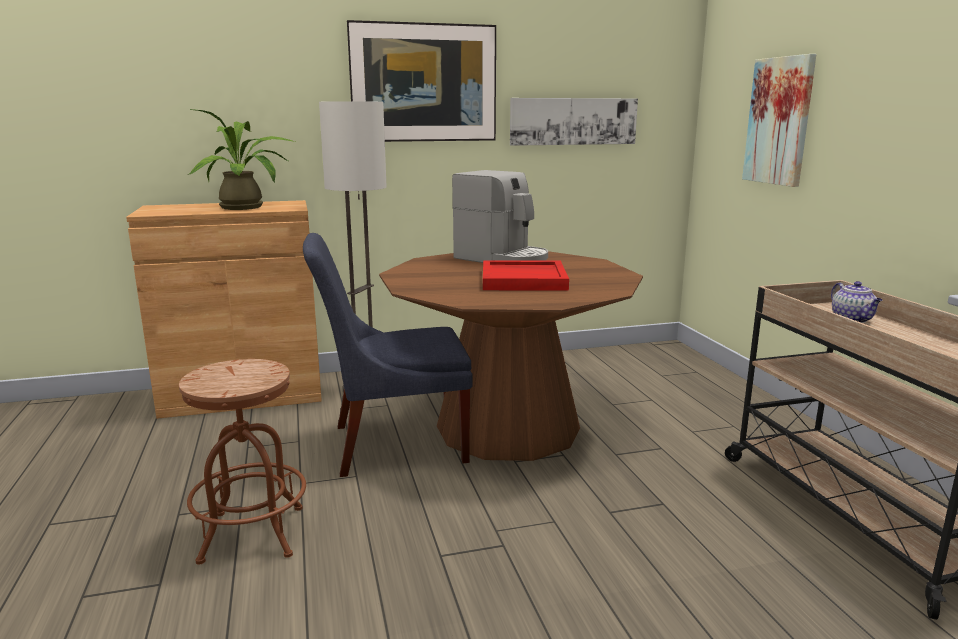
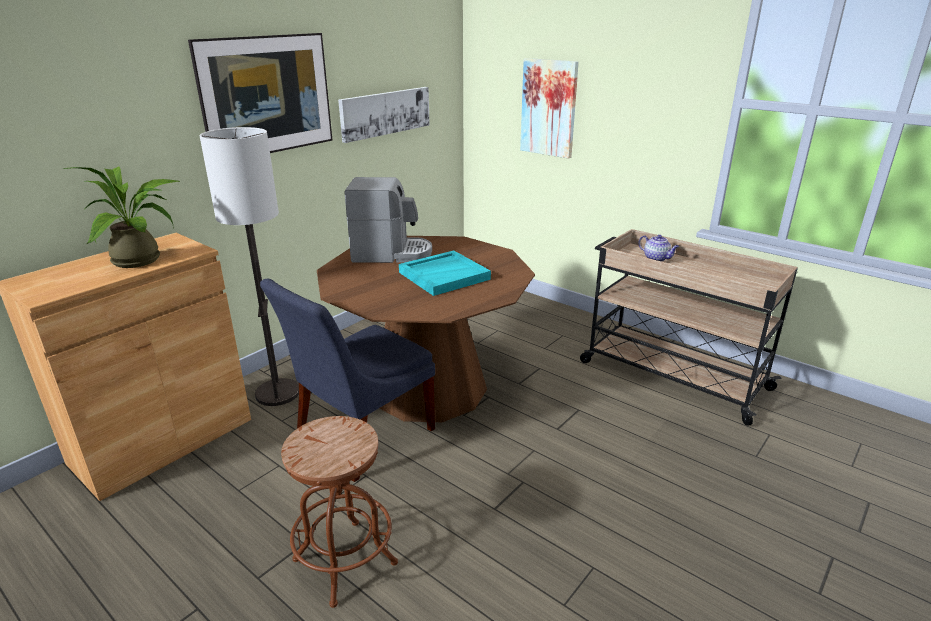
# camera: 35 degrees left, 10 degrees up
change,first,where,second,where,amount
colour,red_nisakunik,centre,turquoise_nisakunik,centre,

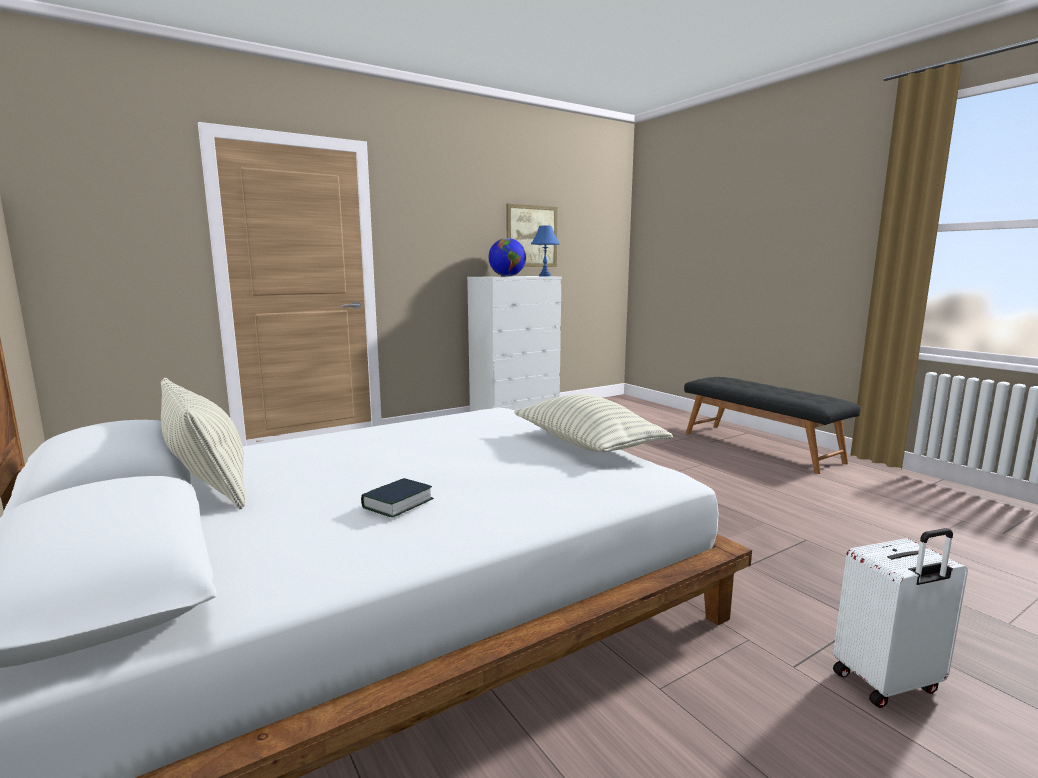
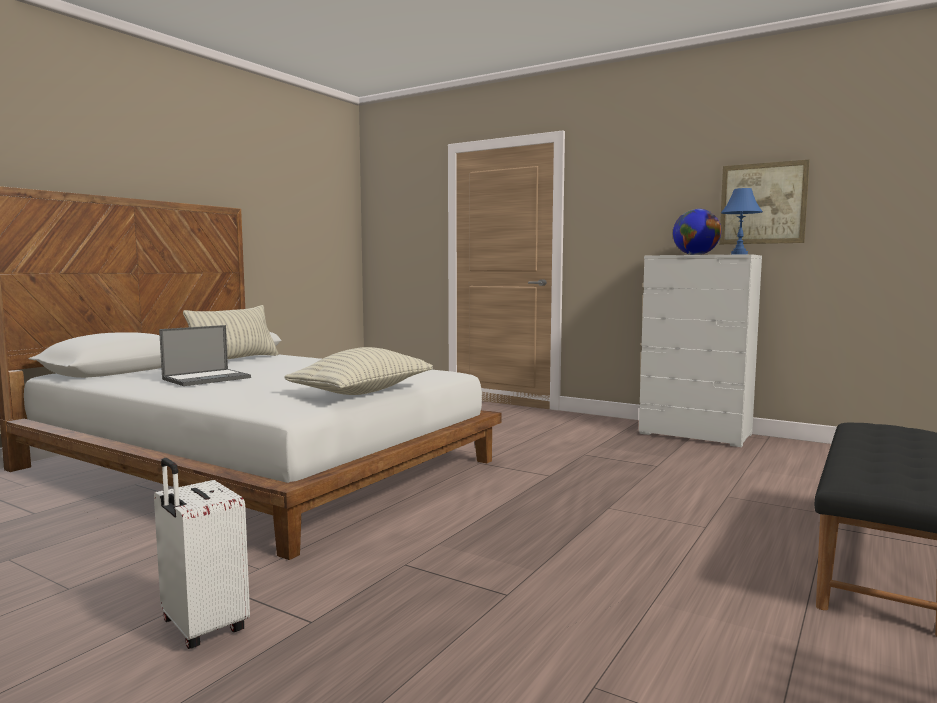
# camera: 65 degrees right, 5 degrees down
change,first,where,second,where,amount
exchanged,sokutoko,centre,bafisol,middle left,

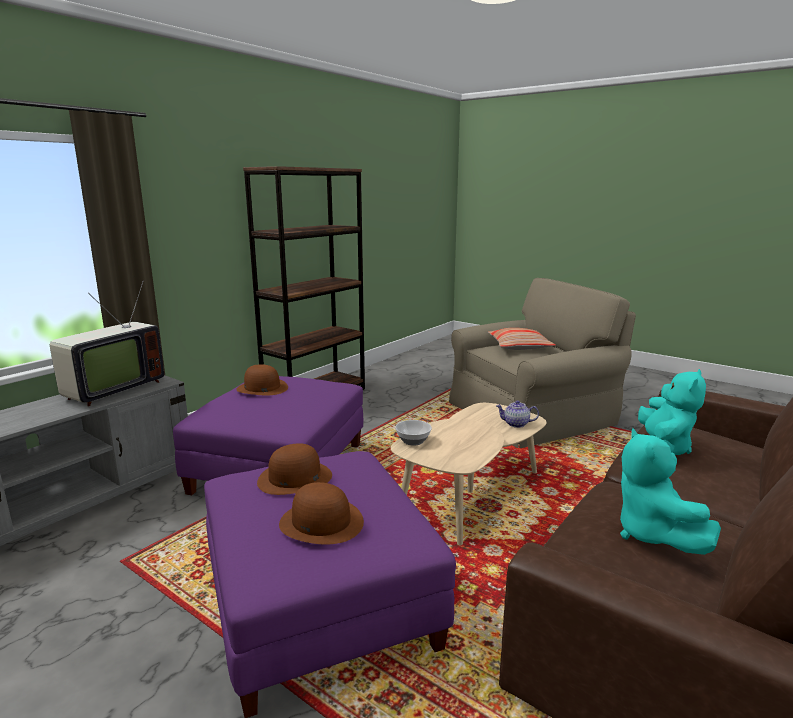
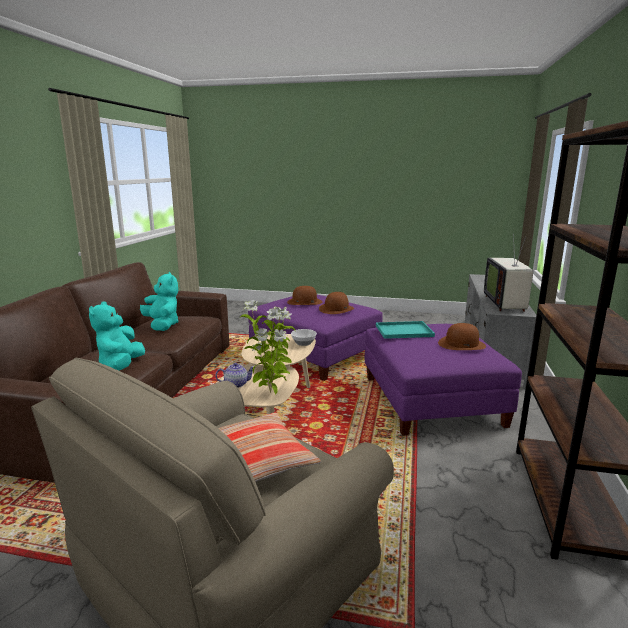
# camera: 155 degrees right, 0 degrees up
change,first,where,second,where,amount
appeared,,,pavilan,centre,
appeared,,,turquoise_nisakunik,centre,

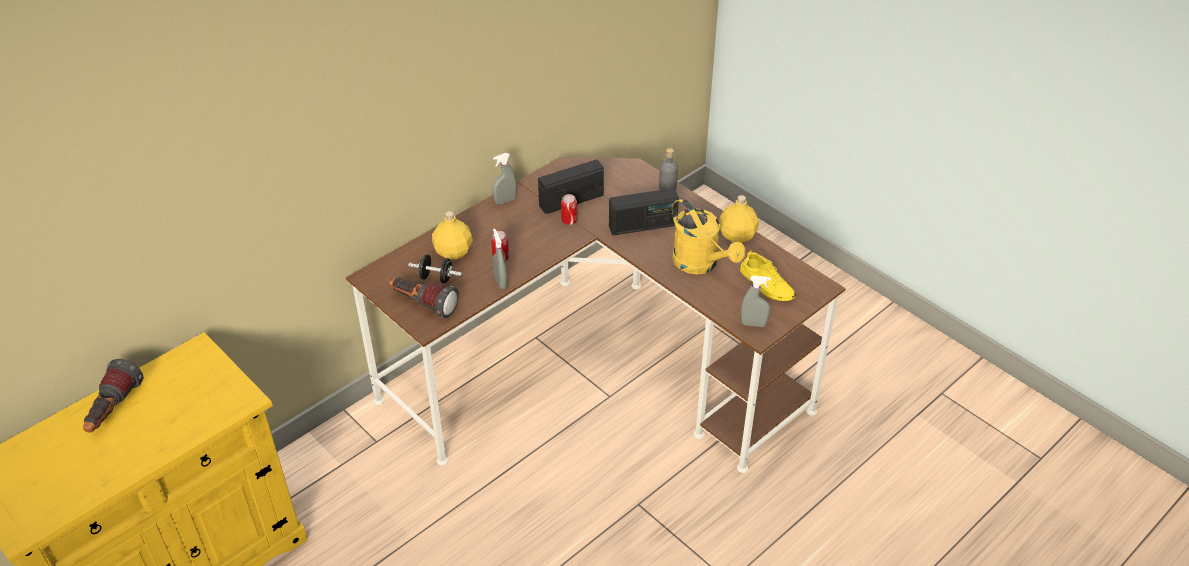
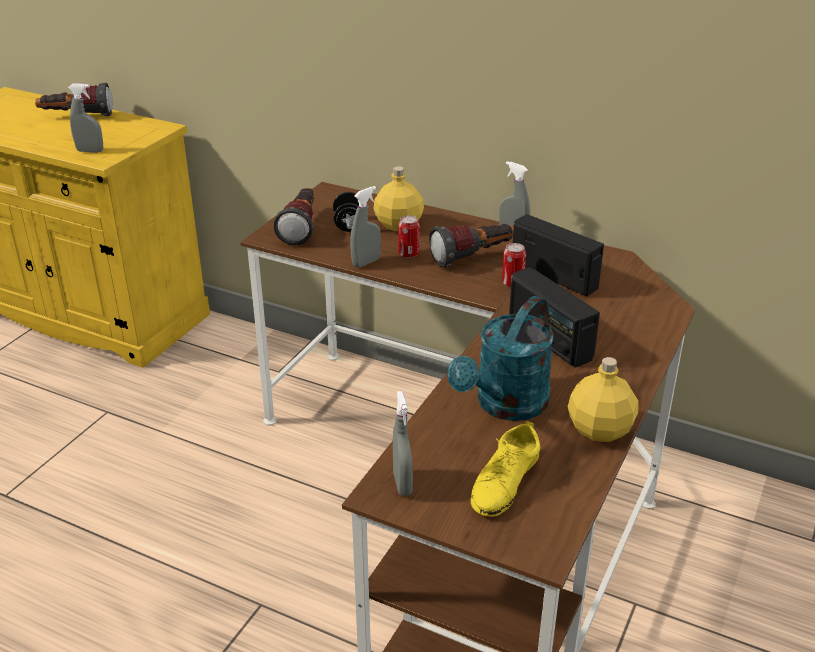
# camera: 70 degrees right, 10 degrees down
change,first,where,second,where,amount
missing,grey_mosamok,top centre,,,
colour,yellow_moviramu,centre,turquoise_moviramu,centre,
appeared,,,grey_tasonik (no. 1 from left),top left,
appeared,,,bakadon (no. 3 from left),centre,

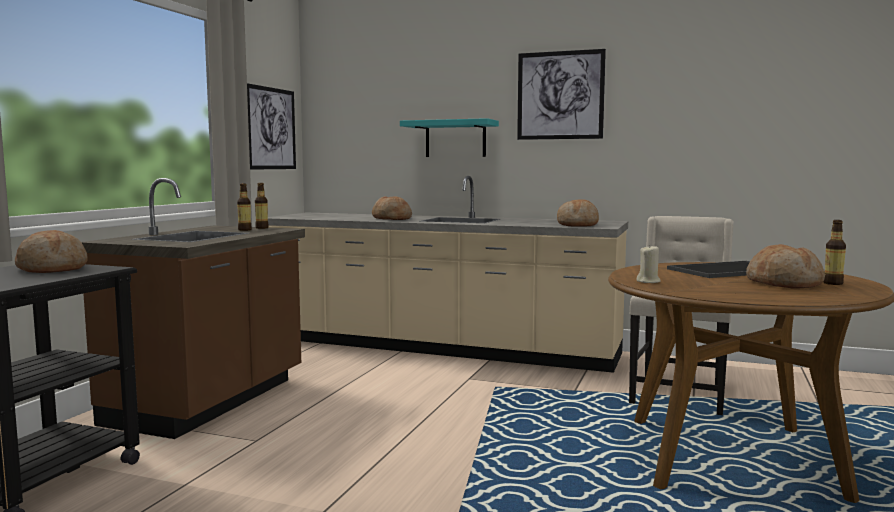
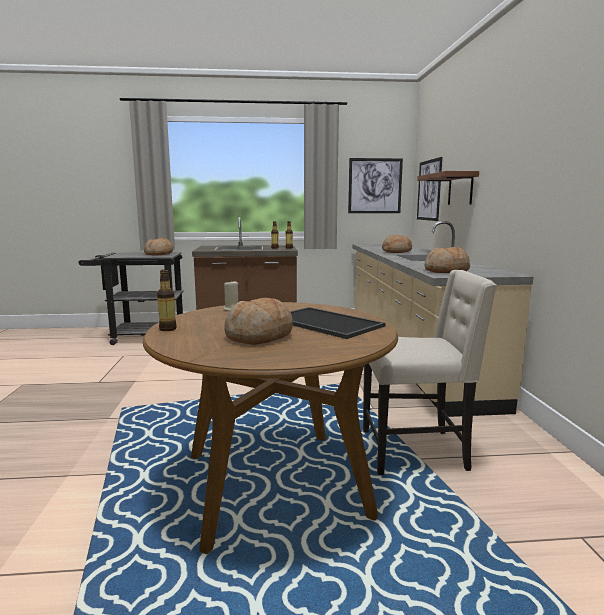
# camera: 65 degrees right, 5 degrees up
change,first,where,second,where,amount
relocated,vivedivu (no. 2 from left),top centre,,top right,
colour,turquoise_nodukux,top centre,brown_nodukux,top right,
relocated,mosamok (no. 3 from left in the first image),middle right,mosamok (no. 1 from left),middle left,

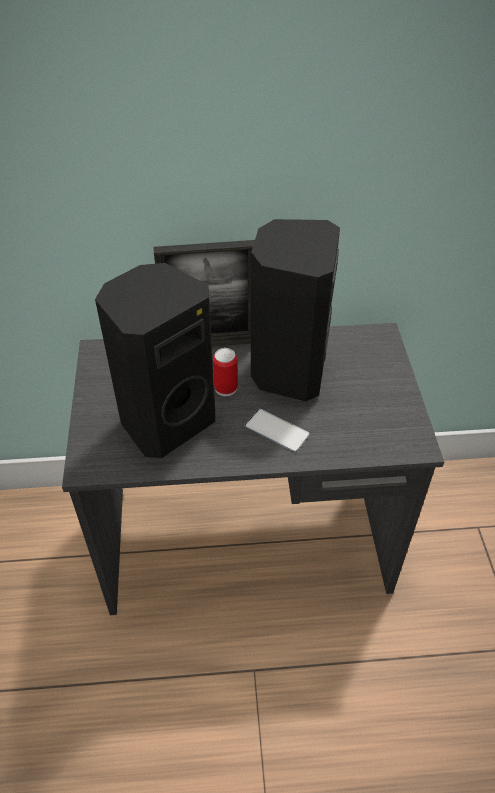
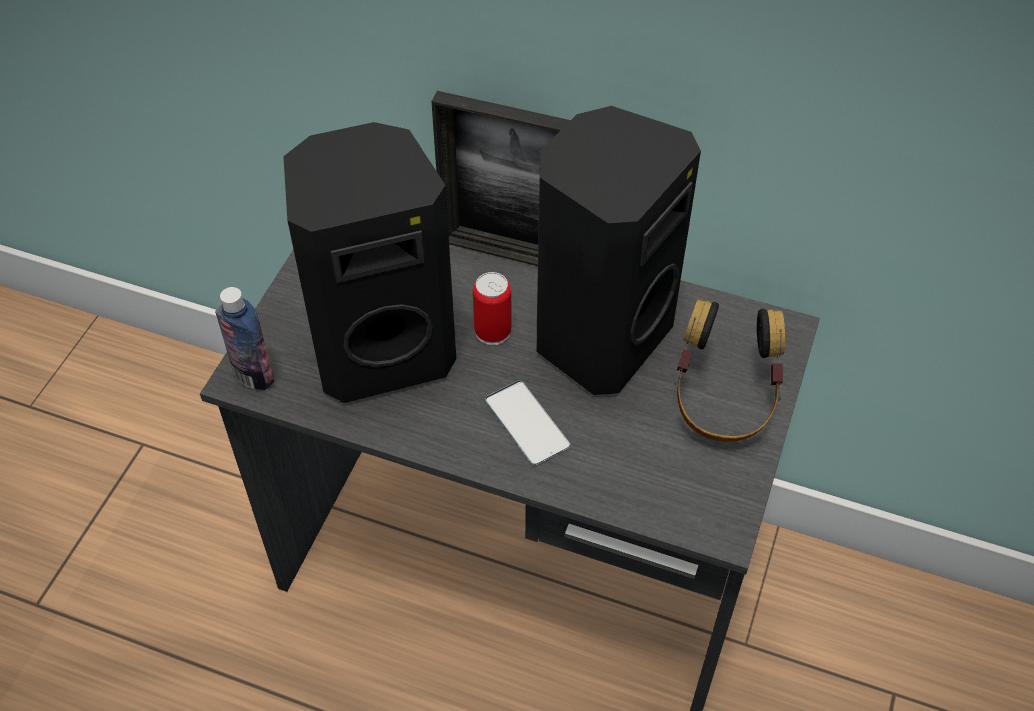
# camera: 25 degrees right, 5 degrees up
change,first,where,second,where,amount
appeared,,,mosamok,middle left,
appeared,,,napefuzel,middle right,

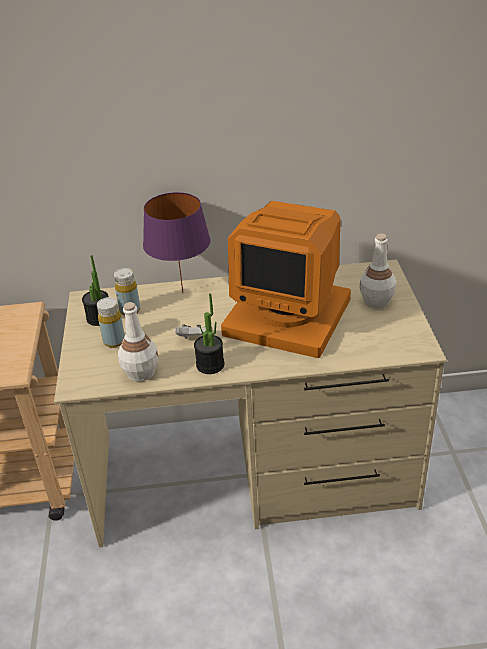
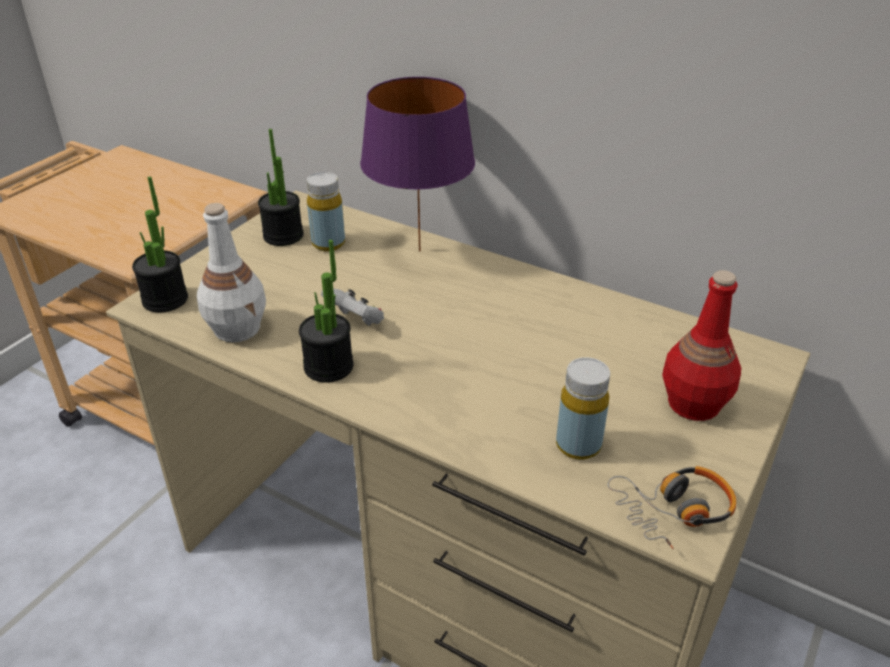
# camera: 35 degrees right, 0 degrees up
change,first,where,second,where,amount
missing,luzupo,centre,,,
colour,white_mosamok (no. 2 from left),middle right,red_mosamok,middle right,
relocated,yellow_mosamok (no. 1 from left in the first image),middle left,yellow_mosamok (no. 2 from left),centre,
appeared,,,pavilan (no. 1 from left),middle left,
appeared,,,napefuzel,bottom right,

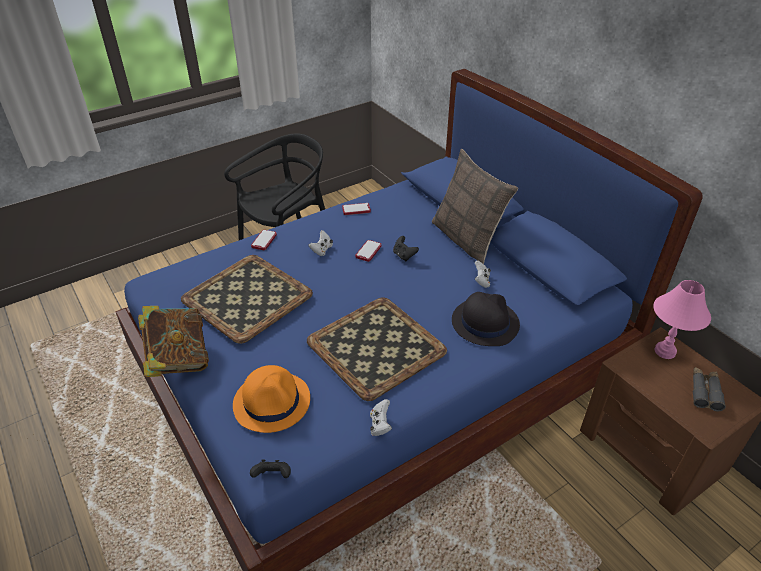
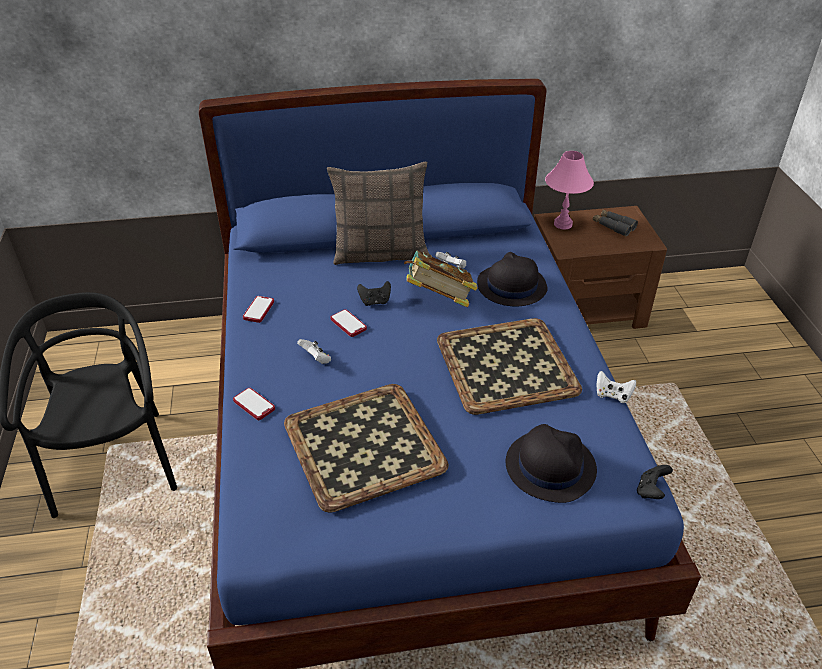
# camera: 65 degrees left, 0 degrees up
change,first,where,second,where,amount
relocated,sokutoko,middle left,,centre,
colour,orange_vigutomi,bottom centre,black_vigutomi (no. 2 from left),bottom right,

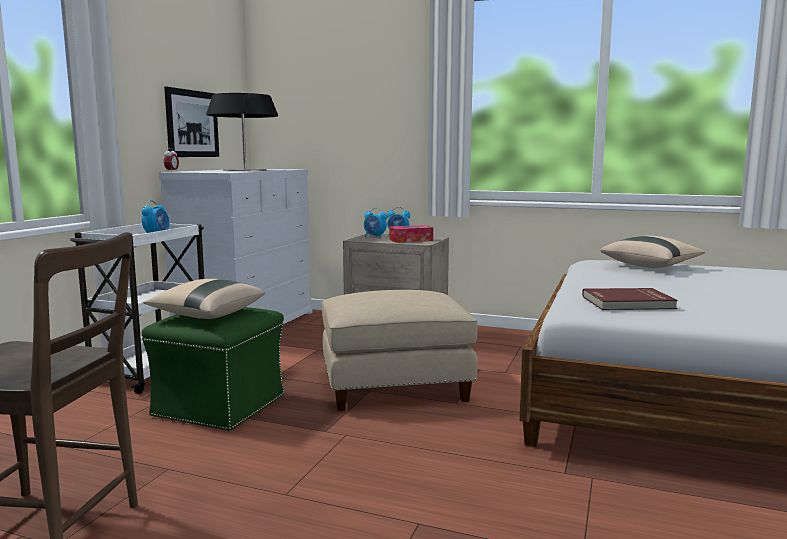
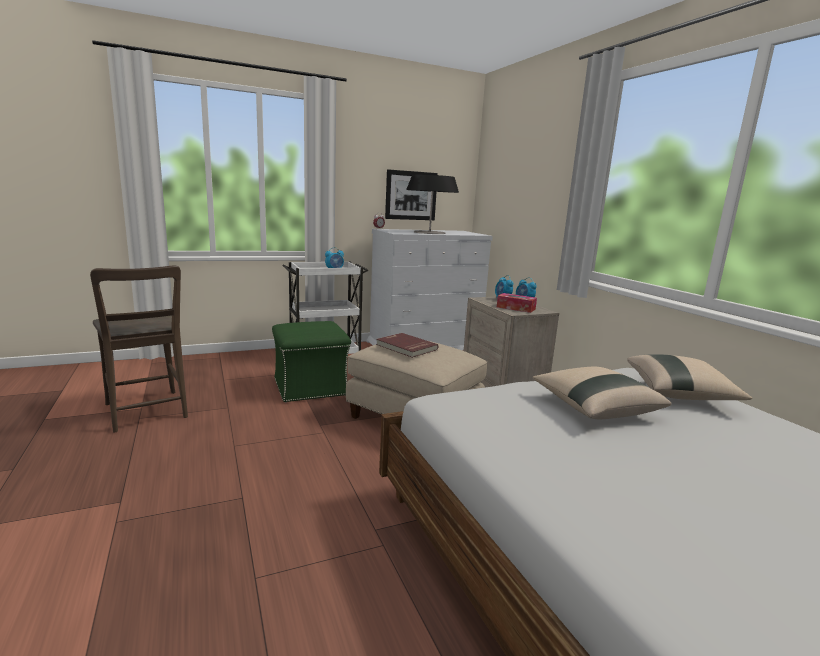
# camera: 45 degrees right, 5 degrees up
change,first,where,second,where,amount
relocated,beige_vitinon (no. 1 from left),middle left,,middle right,
relocated,red_sokutoko,middle right,,centre,

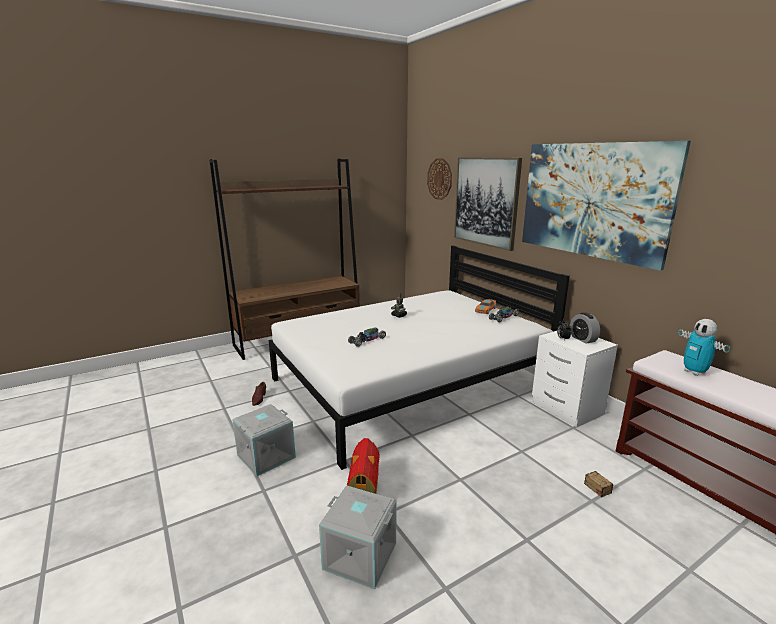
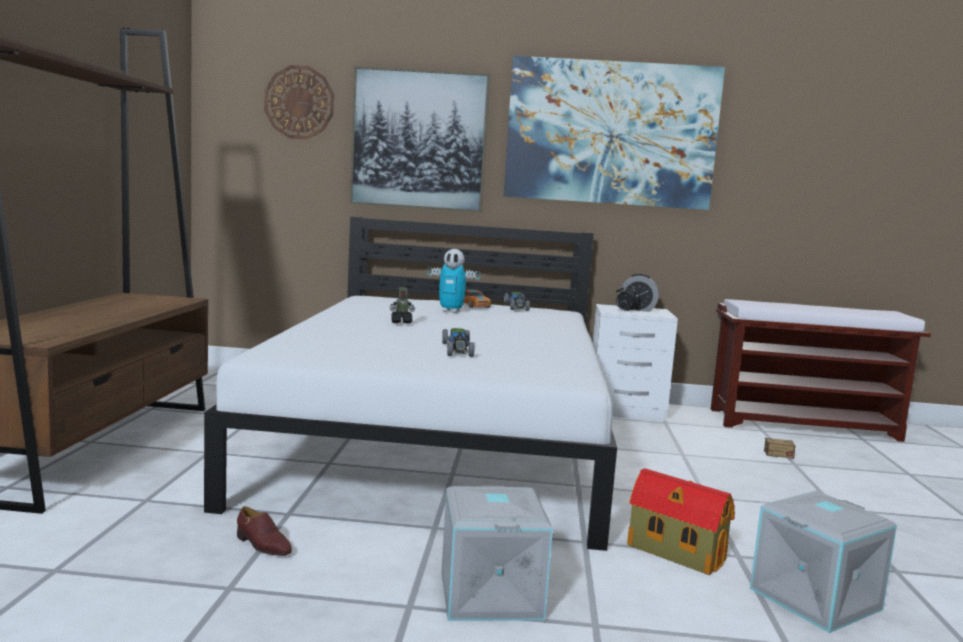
# camera: 55 degrees left, 10 degrees down
change,first,where,second,where,amount
relocated,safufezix (no. 2 from left),middle right,,centre,

